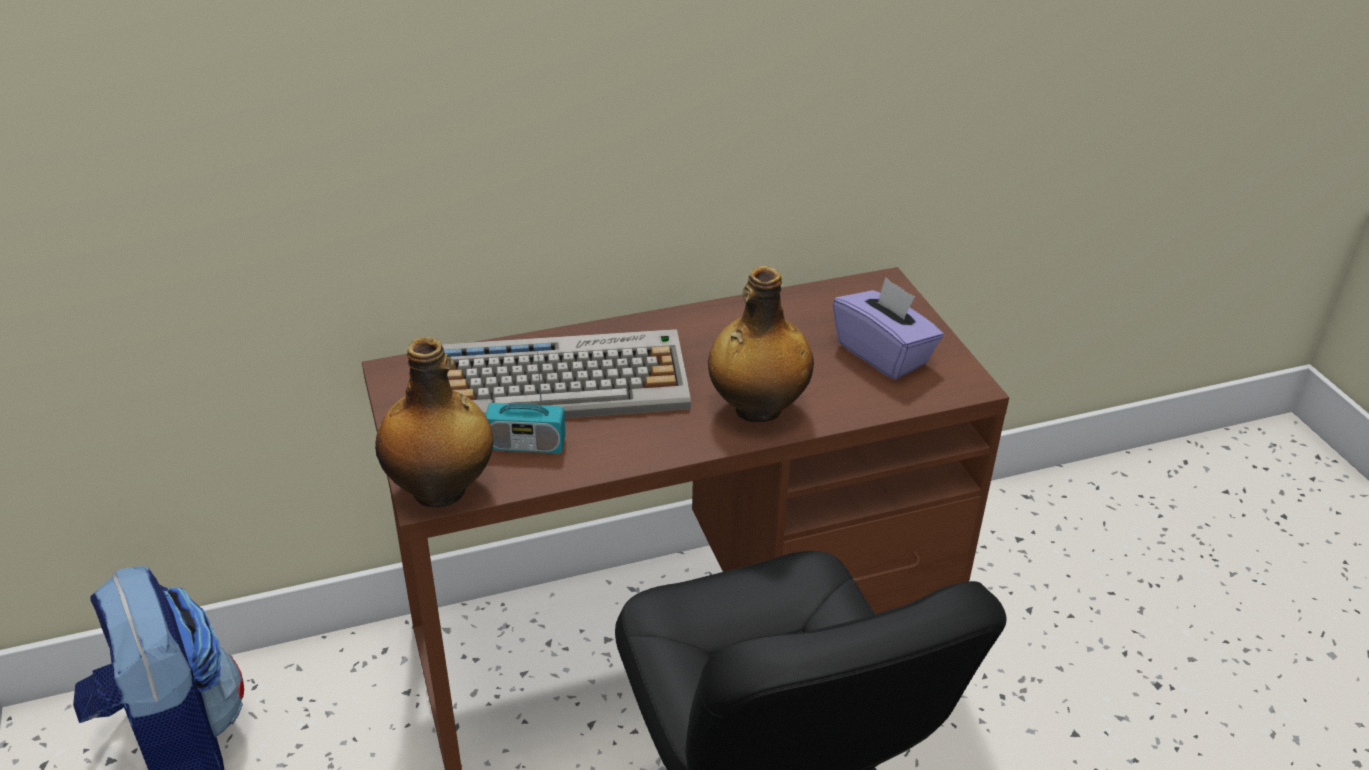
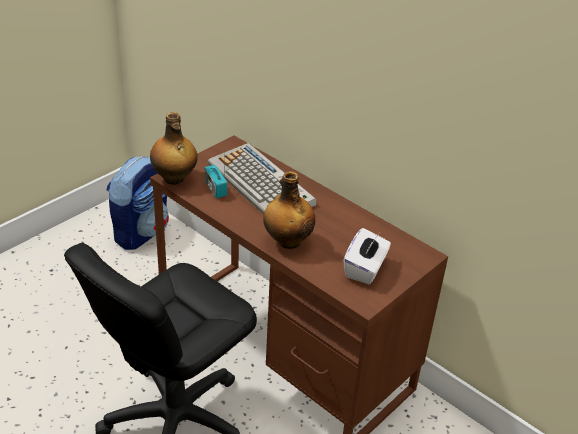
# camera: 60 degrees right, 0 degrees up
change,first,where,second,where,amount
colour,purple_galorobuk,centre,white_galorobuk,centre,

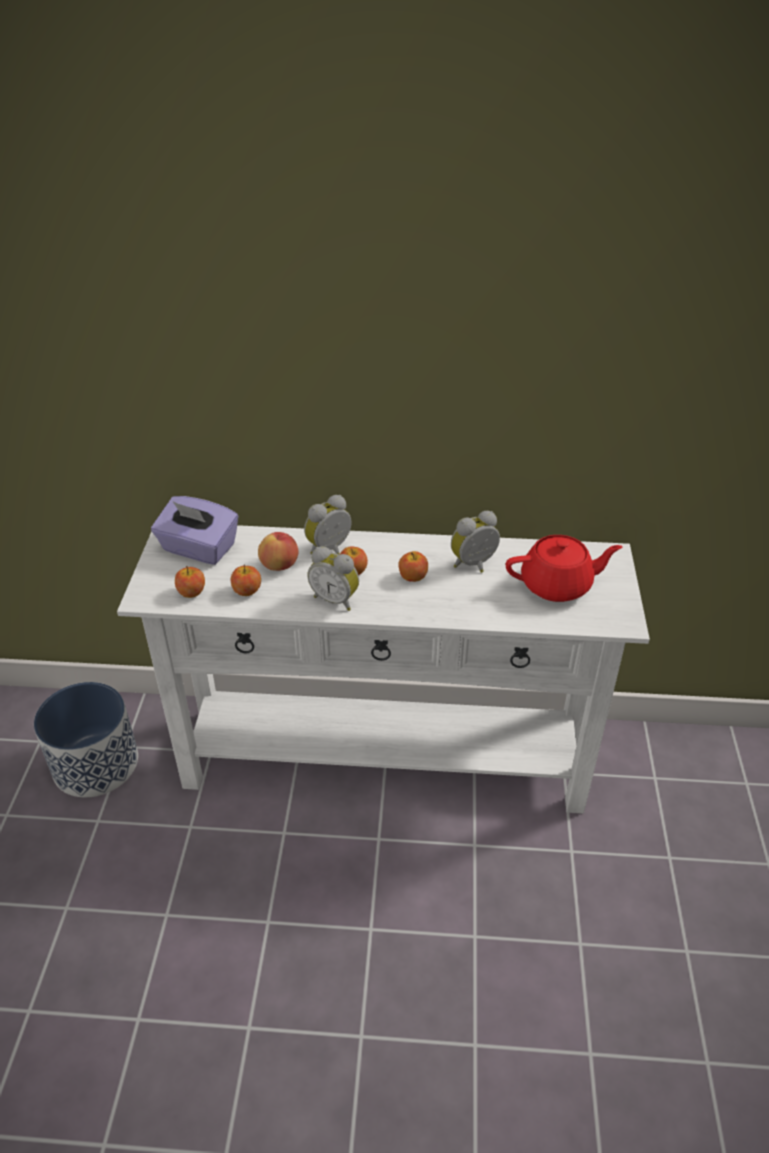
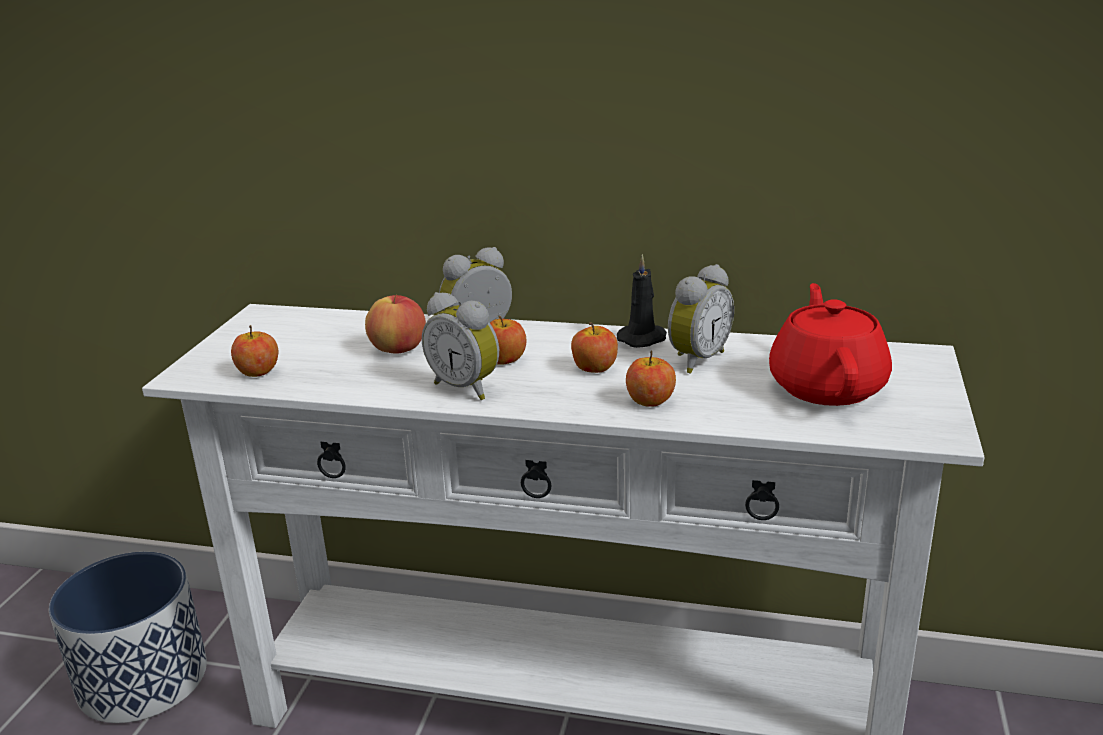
# camera: 10 degrees right, 15 degrees down
change,first,where,second,where,amount
missing,purple_galorobuk,middle left,,,
spun,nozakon (no. 3 from left),centre,,centre,150 degrees clockwise
spun,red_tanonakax,middle right,,middle right,90 degrees counterclockwise
relocated,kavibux (no. 2 from left in the first image),middle left,kavibux (no. 5 from left),centre,
appeared,,,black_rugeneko,centre,

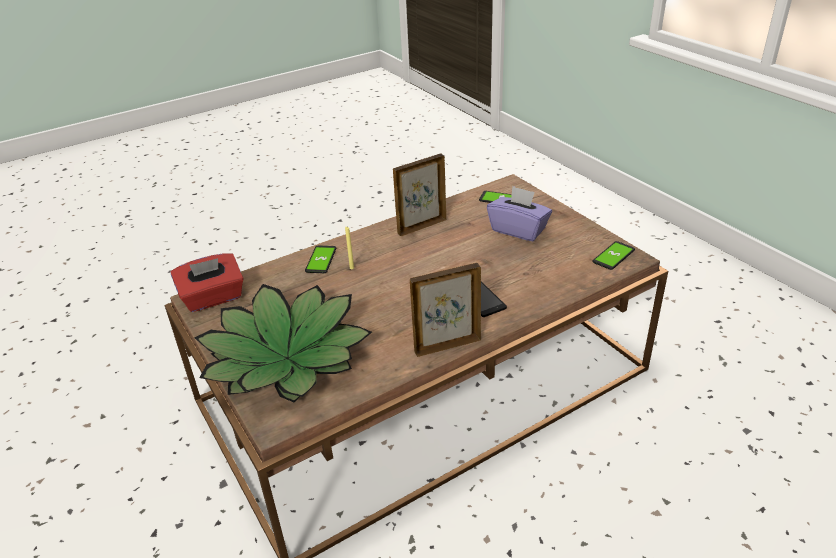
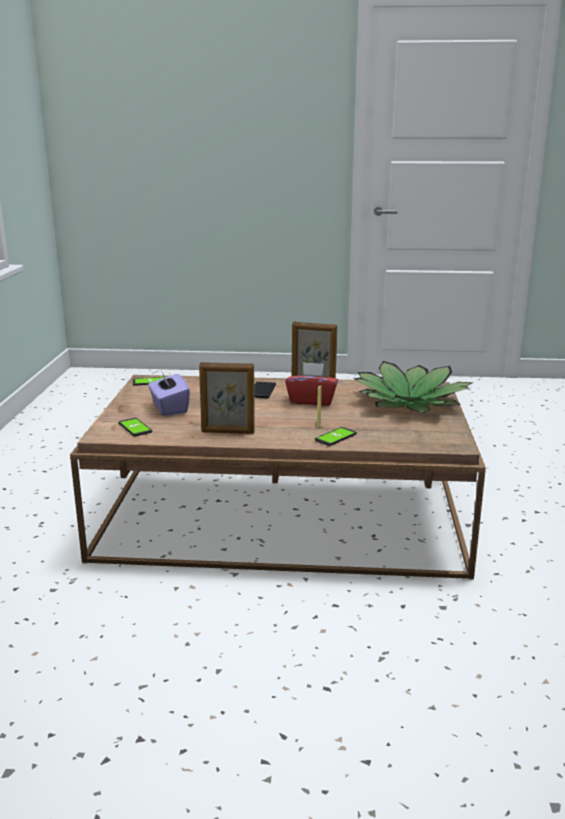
# camera: 145 degrees left, 15 degrees down
change,first,where,second,where,amount
relocated,red_galorobuk,middle left,,centre,

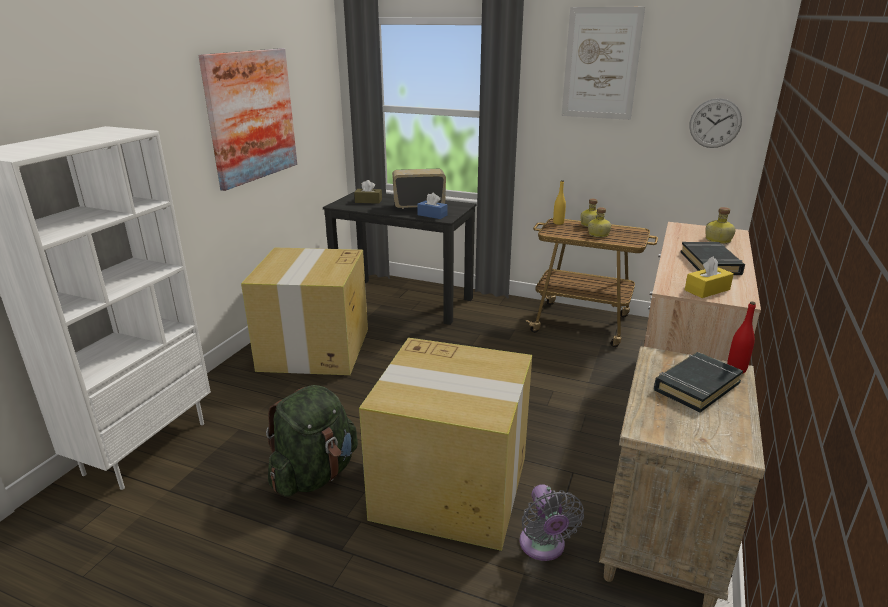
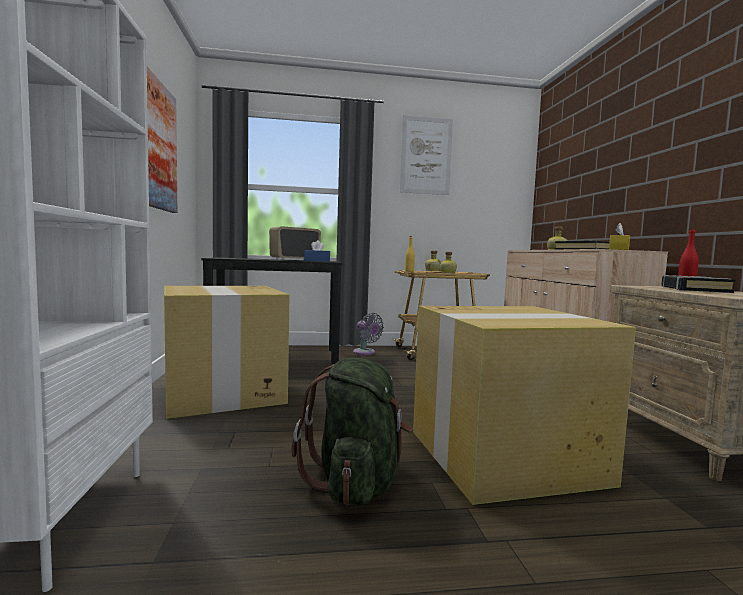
# camera: 30 degrees left, 20 degrees down
change,first,where,second,where,amount
missing,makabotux,top right,,,
missing,brown_galorobuk,top centre,,,
relocated,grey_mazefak,bottom centre,,centre,

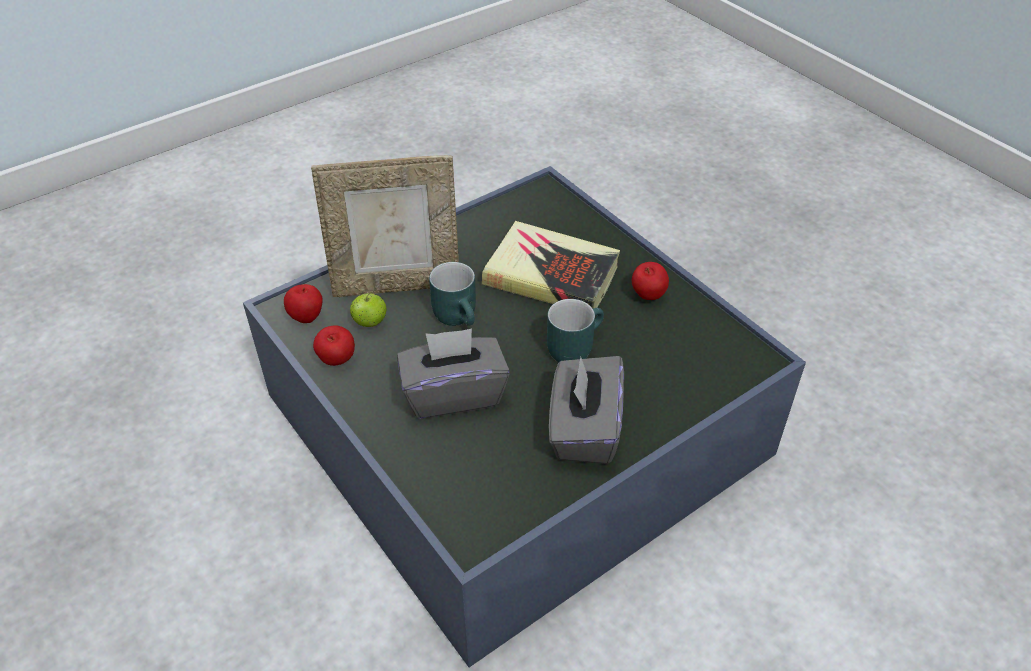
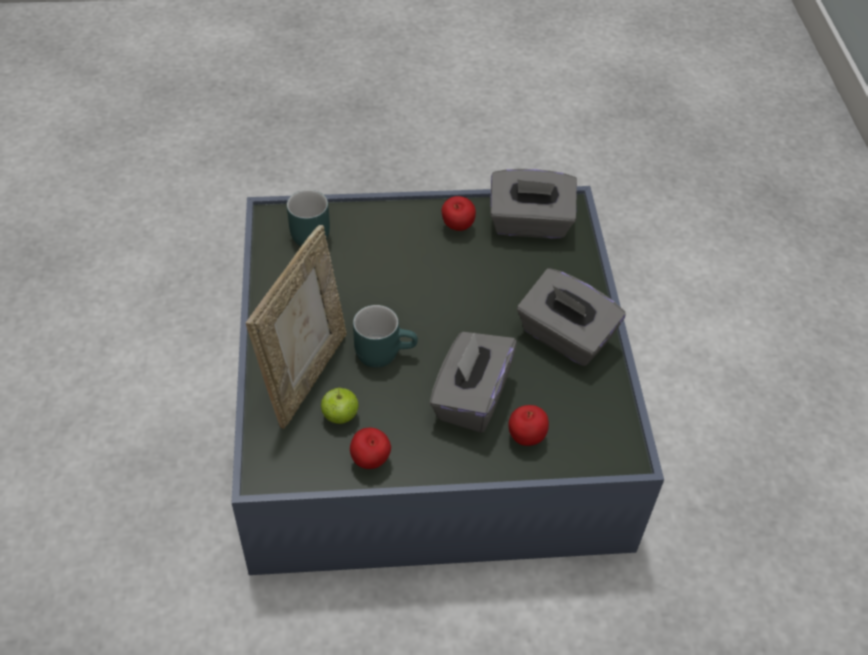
# camera: 60 degrees left, 5 degrees up
change,first,where,second,where,amount
missing,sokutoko,centre,,,
relocated,kavibux (no. 1 from left in the first image),middle left,kavibux (no. 4 from left),centre,
relocated,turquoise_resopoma (no. 2 from left in the first image),centre,turquoise_resopoma (no. 1 from left),top centre,
appeared,,,grey_galorobuk (no. 2 from left),top centre,

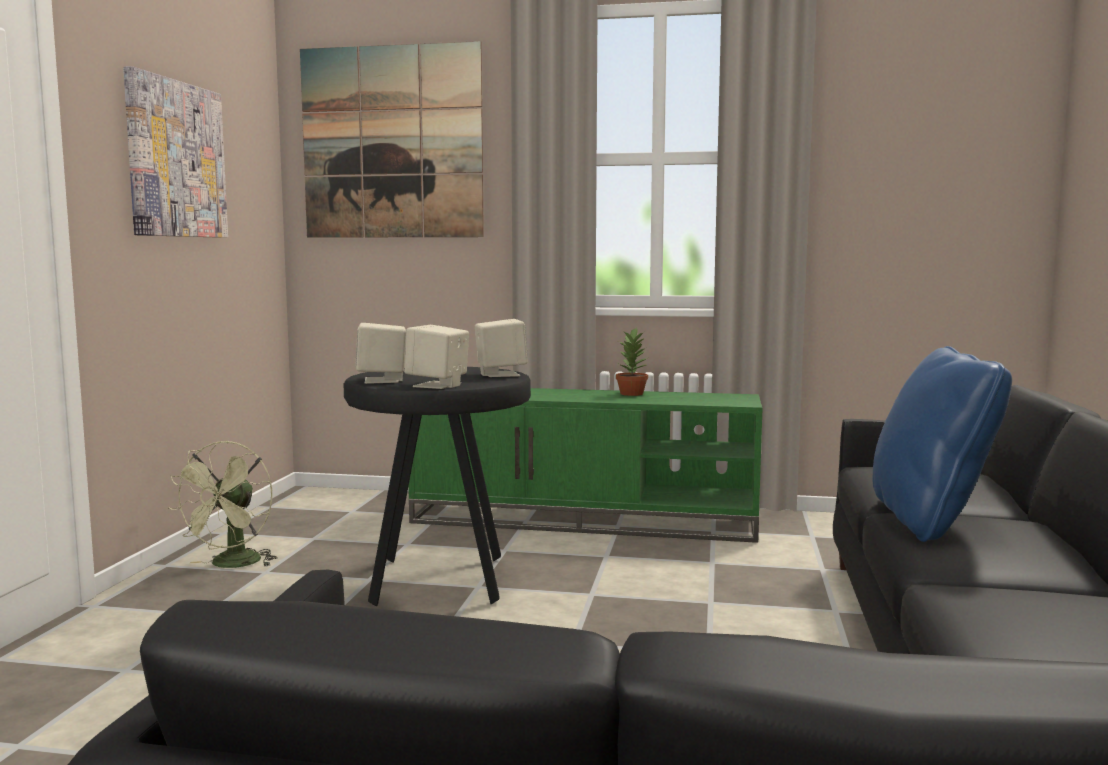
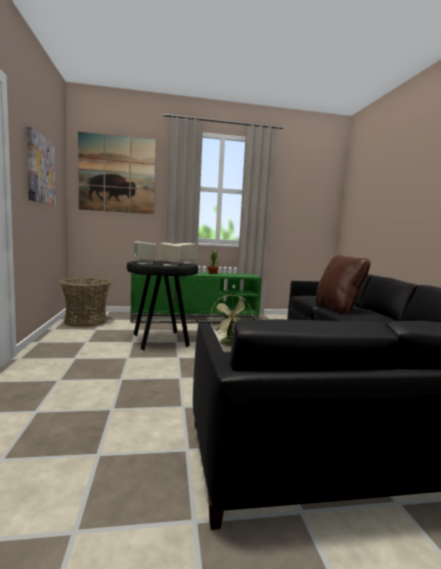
# camera: 20 degrees left, 0 degrees up
change,first,where,second,where,amount
colour,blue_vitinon,middle right,brown_vitinon,middle right,
relocated,green_mazefak,middle left,,centre,
appeared,,,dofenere,middle left,

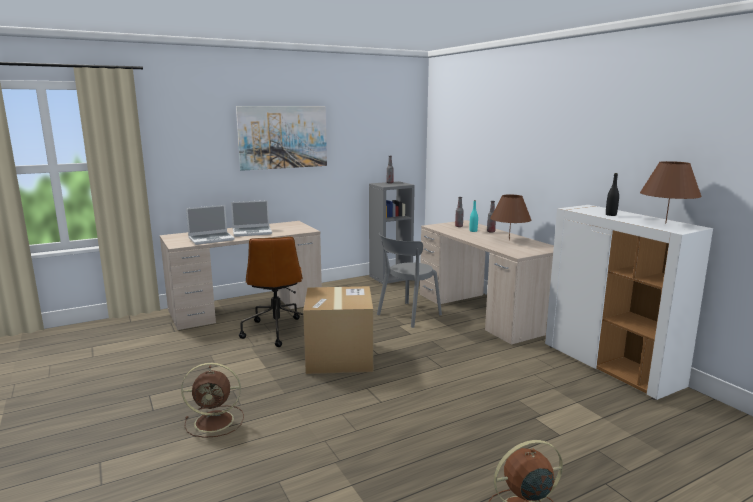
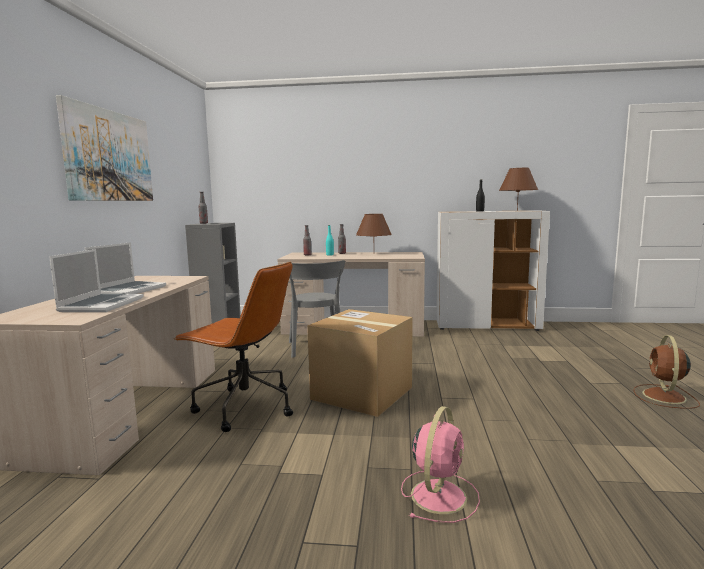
# camera: 55 degrees left, 5 degrees down
change,first,where,second,where,amount
colour,brown_mazefak (no. 1 from left),bottom left,pink_mazefak,bottom centre,

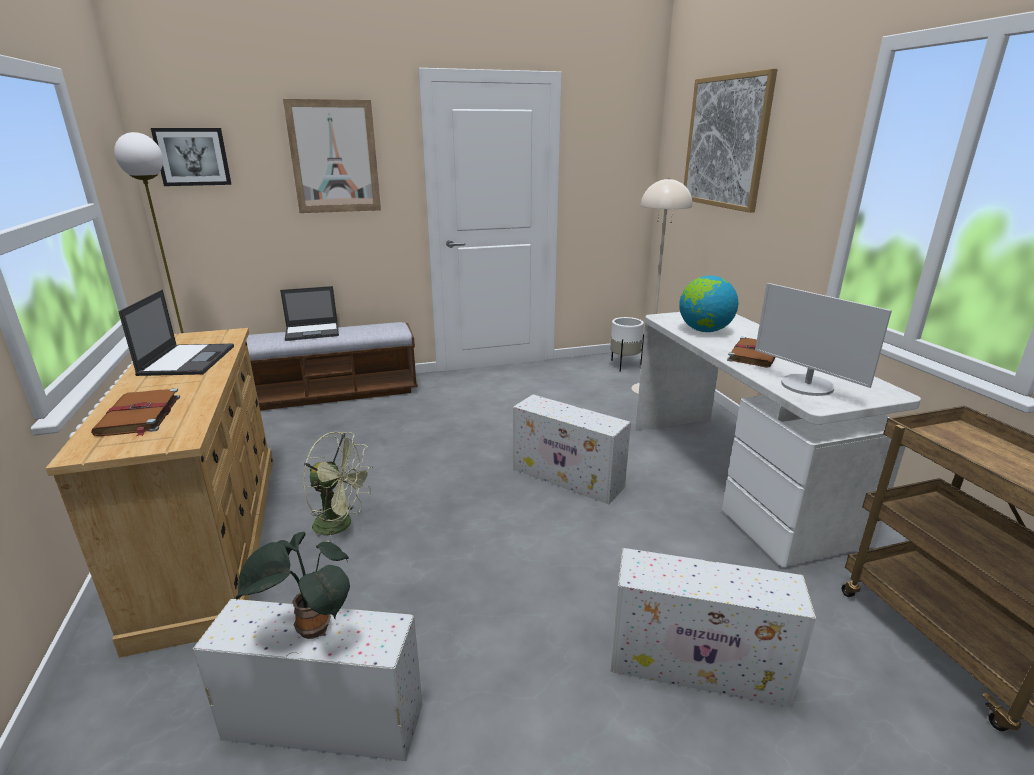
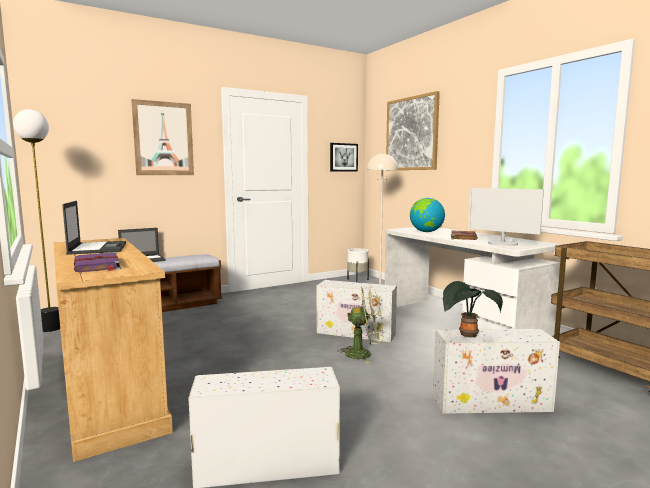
# camera: 15 degrees left, 15 degrees down
change,first,where,second,where,amount
relocated,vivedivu (no. 1 from left in the first image),top left,vivedivu (no. 2 from left),top centre,
colour,brown_sokutoko (no. 1 from left),middle left,purple_sokutoko,middle left,
relocated,green_mazefak,middle left,,centre,
relocated,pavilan,bottom left,,middle right,

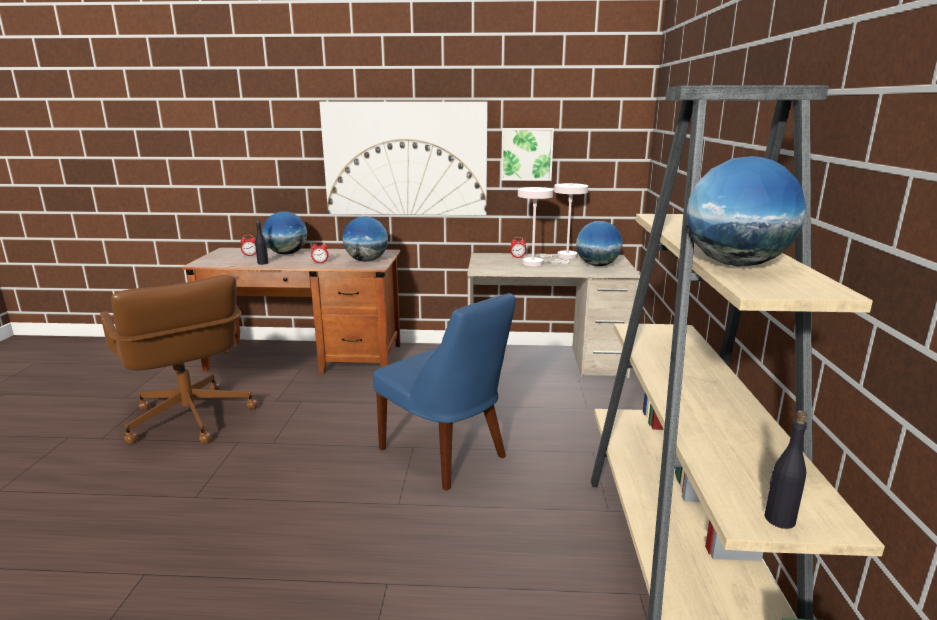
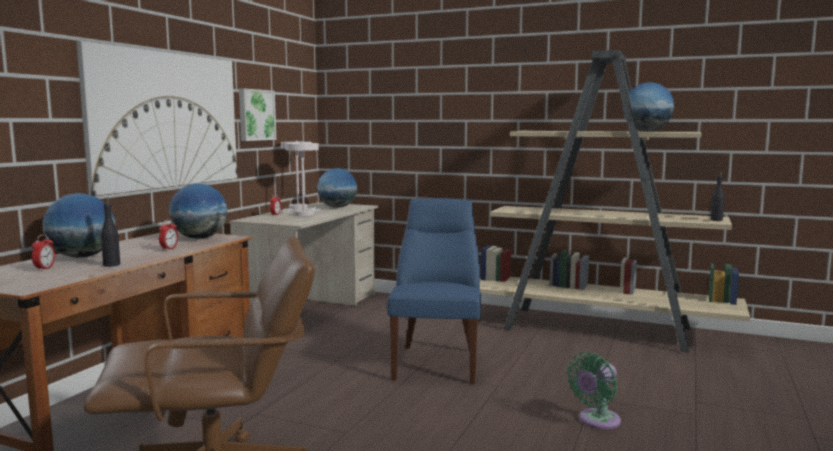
# camera: 70 degrees left, 10 degrees down
change,first,where,second,where,amount
spun,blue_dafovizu,centre,,centre,60 degrees counterclockwise
appeared,,,green_mazefak,bottom right,

